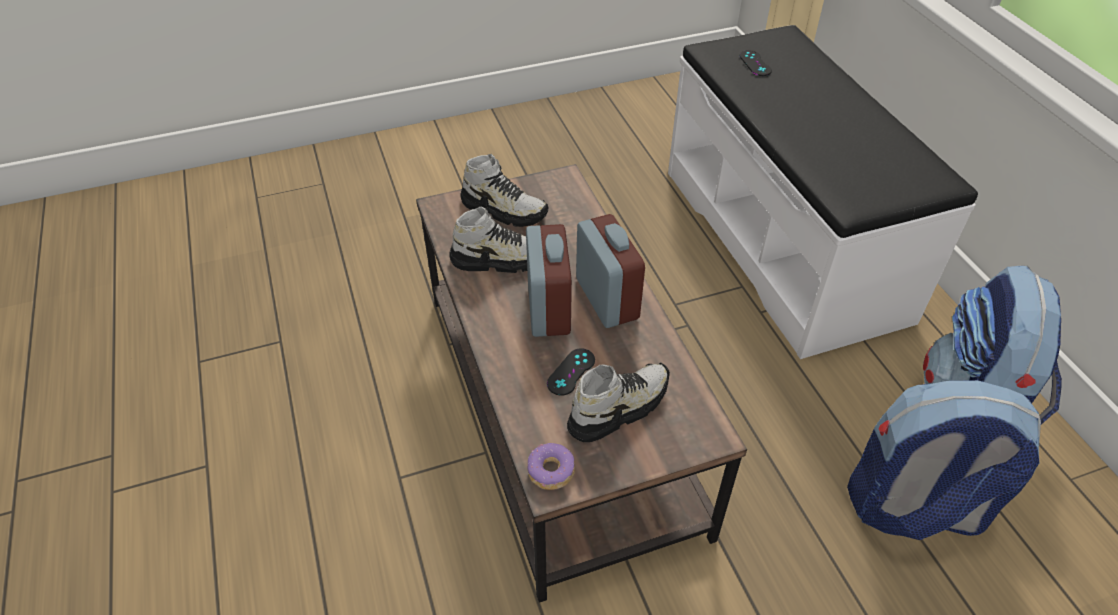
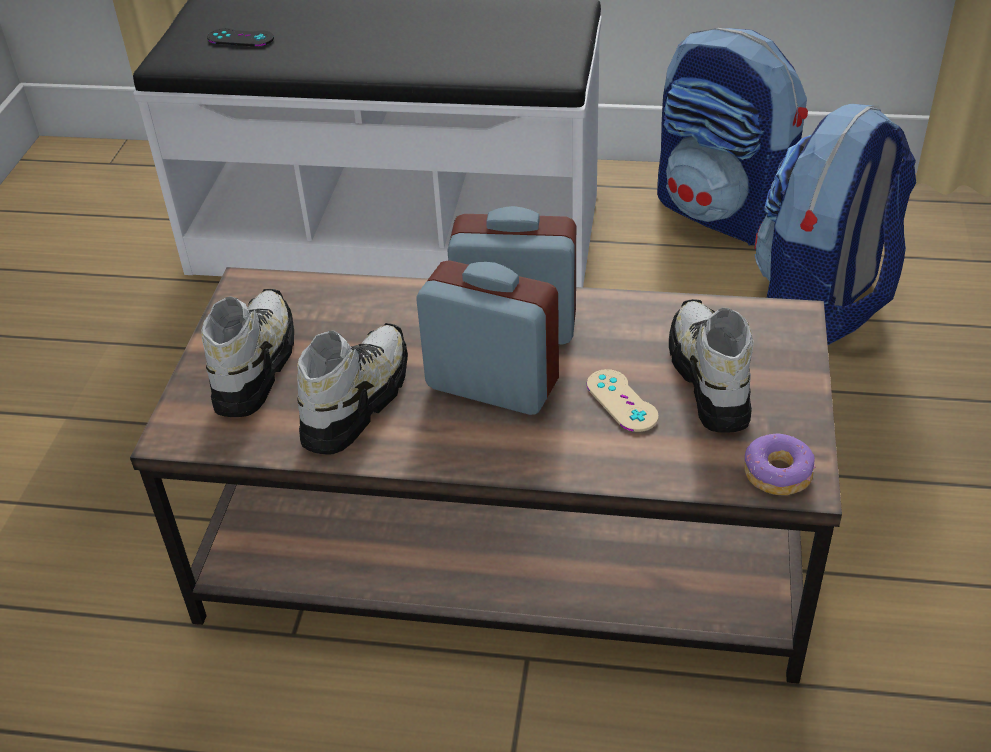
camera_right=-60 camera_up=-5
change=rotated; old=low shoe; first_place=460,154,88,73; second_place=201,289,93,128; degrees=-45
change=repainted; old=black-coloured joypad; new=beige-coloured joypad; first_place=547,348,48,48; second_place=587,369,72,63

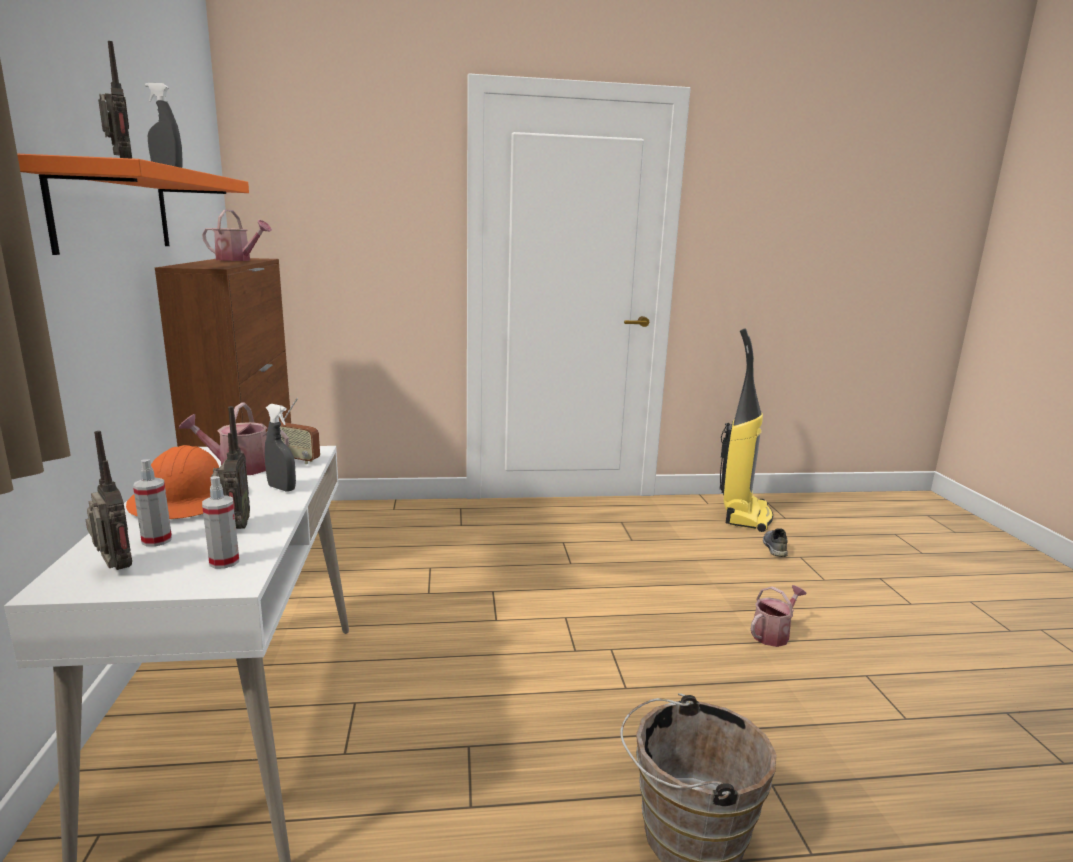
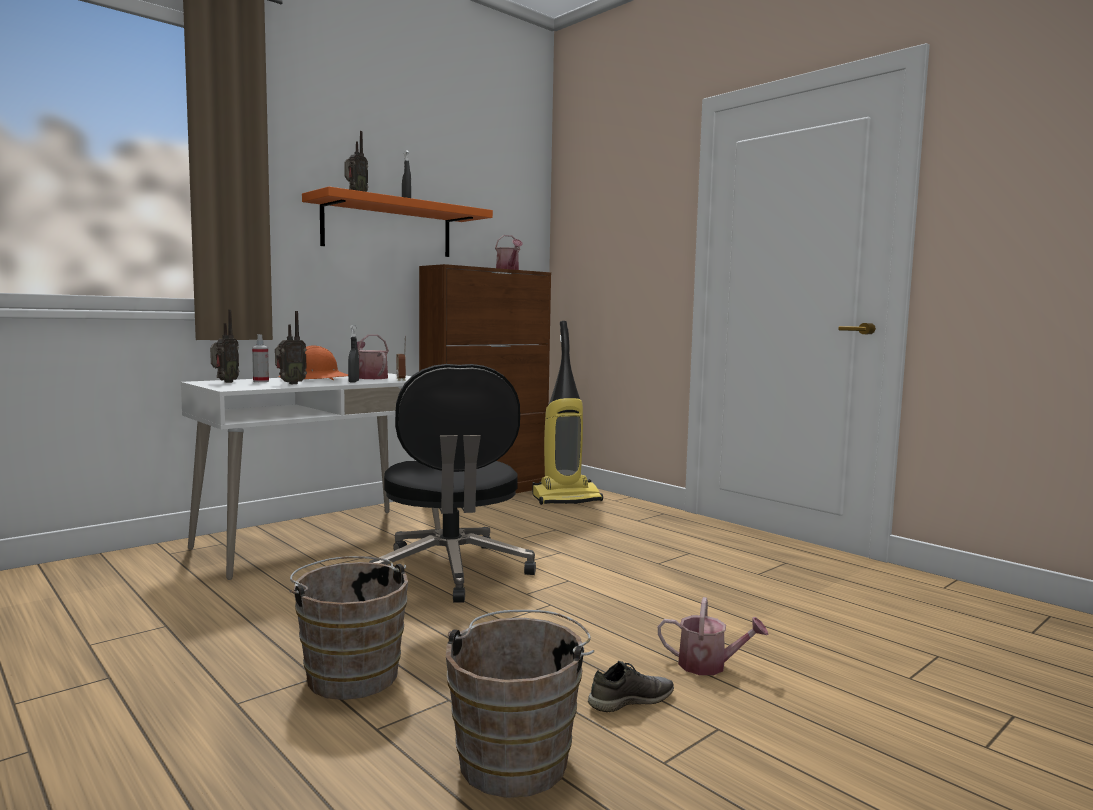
camera_right=55 camera_up=-10
change=gone; old=spray bottle; first_place=202,476,37,93
change=shifted; old=hoover; first_place=719,328,54,204; second_place=532,321,71,184
change=shifted; old=greyish low shoe; first_place=763,528,25,29; second_place=588,661,86,51
change=new; new=black-coloured desk chair; second_place=369,364,167,239
change=new; new=brown pail; second_place=446,610,148,188

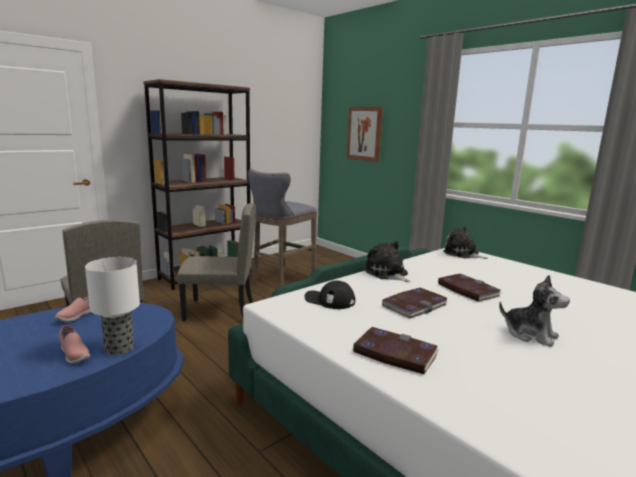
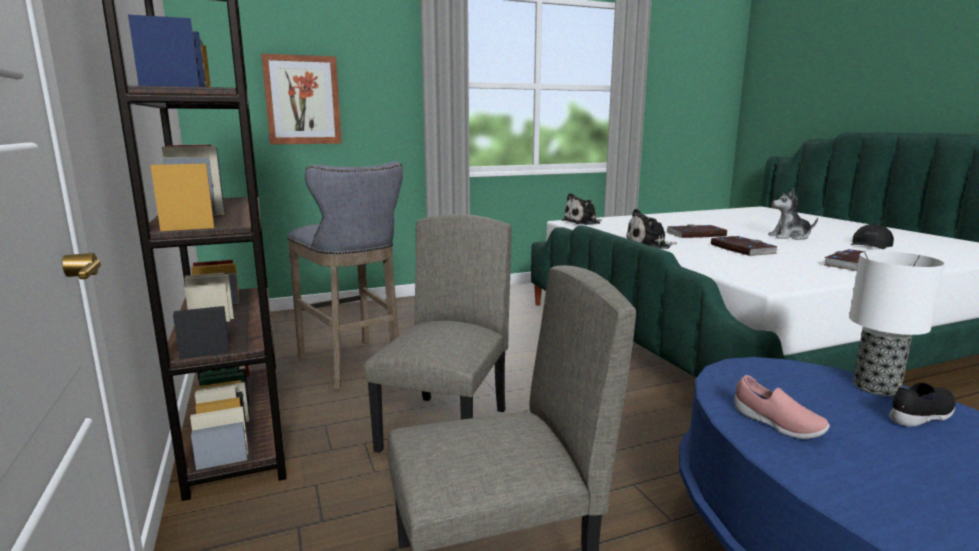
camera_right=-70 camera_up=0
change=repainted; old=pink-coloured low shoe; new=black-coloured low shoe; first_place=60,325,30,39; second_place=889,383,66,44
change=shifted; old=black-coloured cap; first_place=304,281,51,28; second_place=851,224,43,25
change=rotated; old=plush toy; first_place=499,275,71,72; second_place=768,188,50,52; degrees=-150

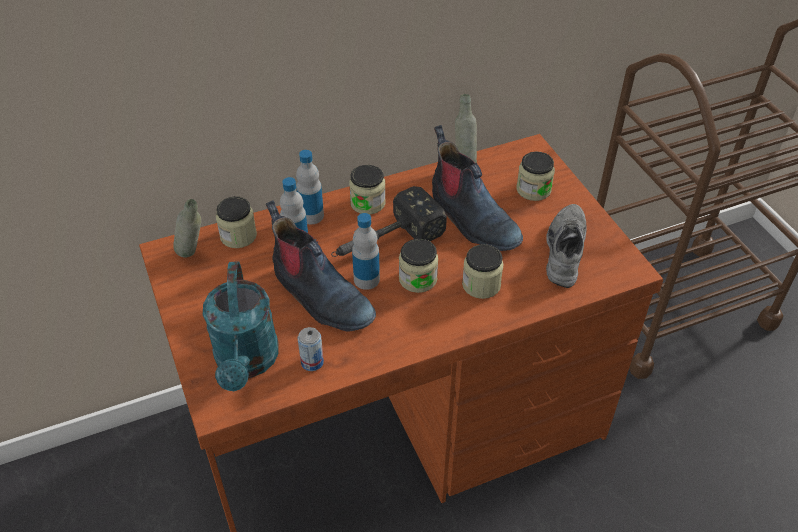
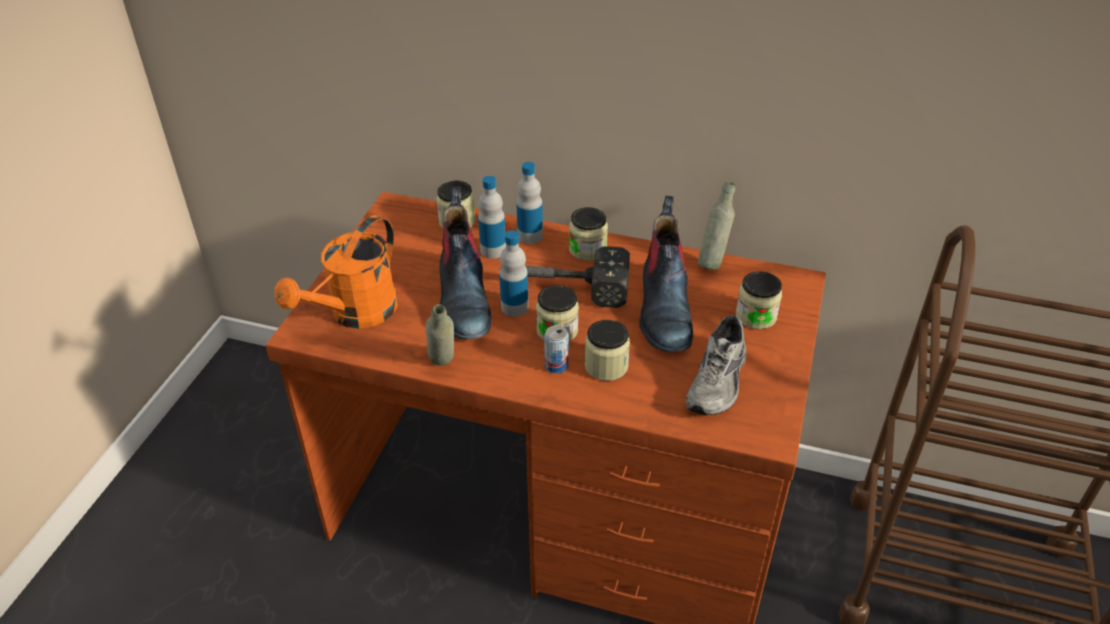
camera_right=40 camera_up=-5
change=shifted; old=greyish drink bottle; first_place=173,199,28,59; second_place=425,304,29,62
change=repainted; old=turquoise watering pot; new=orange watering pot; first_place=203,261,76,130; second_place=275,215,123,114
change=shifted; old=metal can; first_place=298,327,26,44; second_place=544,325,25,49
change=rotated; old=greyish low shoe; first_place=546,204,41,84; second_place=686,315,60,100; degrees=150

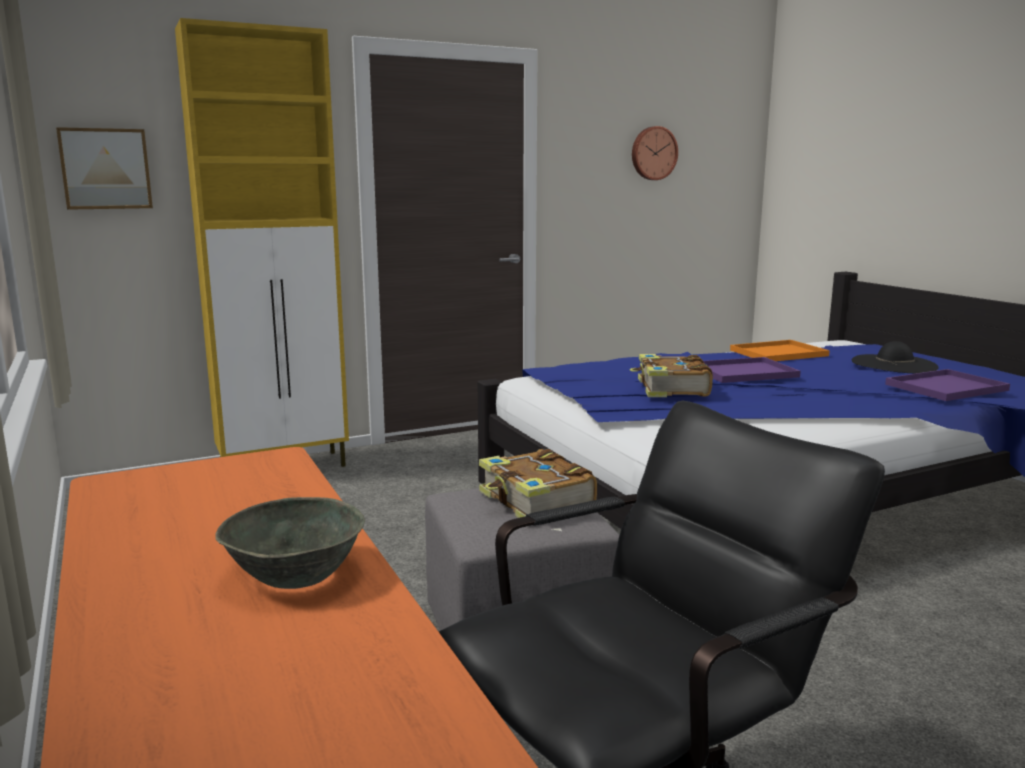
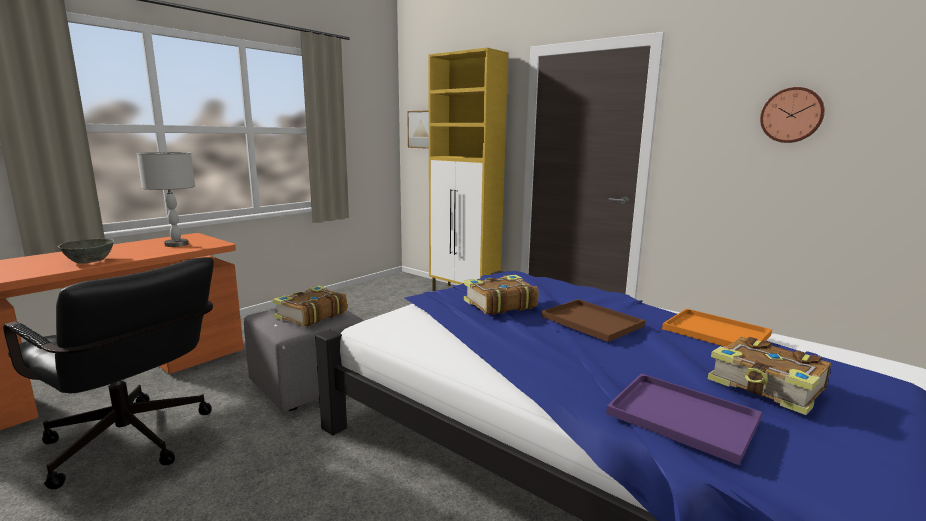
camera_right=65 camera_up=0
change=repainted; old=purple-coloured carrying tray; new=brown carrying tray; first_place=703,357,98,26; second_place=541,299,104,43
change=swapped; old=black-coloured clothing hat; new=bound book; first_place=852,341,87,32; second_place=708,336,123,79
change=new; new=greyish table lamp; second_place=137,152,58,95

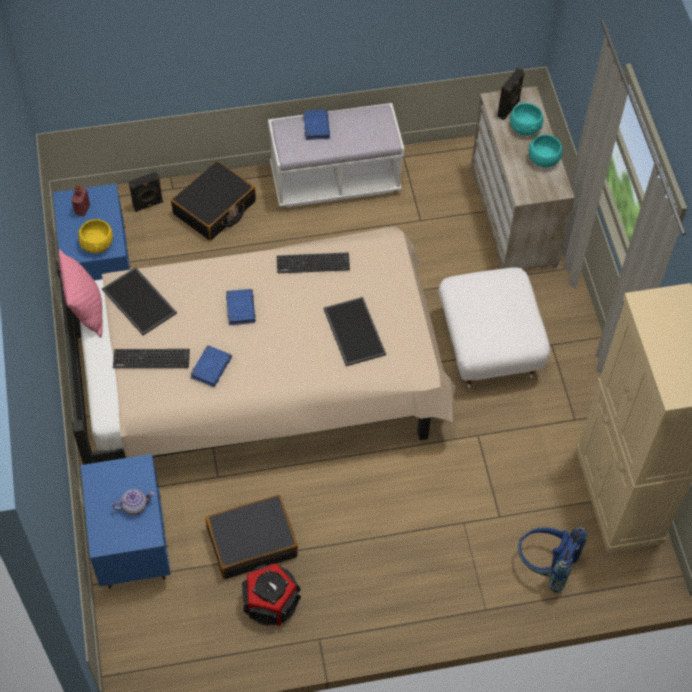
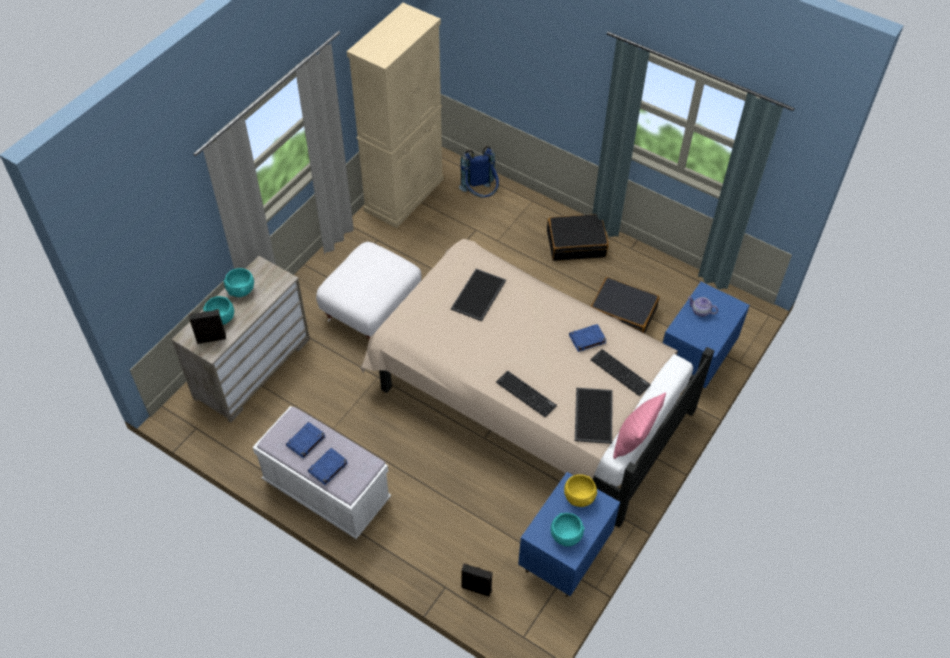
camera_right=-135 camera_up=-5
change=swapped; old=red drink bottle; new=turquoise deep dish; first_place=71,185,19,31; second_place=551,513,34,33
change=shifted; old=black-coloured travel case; first_place=171,161,85,79; second_place=547,214,62,47
change=shifted; old=bluish bound book; first_place=226,289,30,36; second_place=286,422,39,36
change=gone; old=audio speaker; first_place=242,563,59,63
change=shifted; old=keyboard; first_place=277,253,73,20; second_place=496,371,61,47

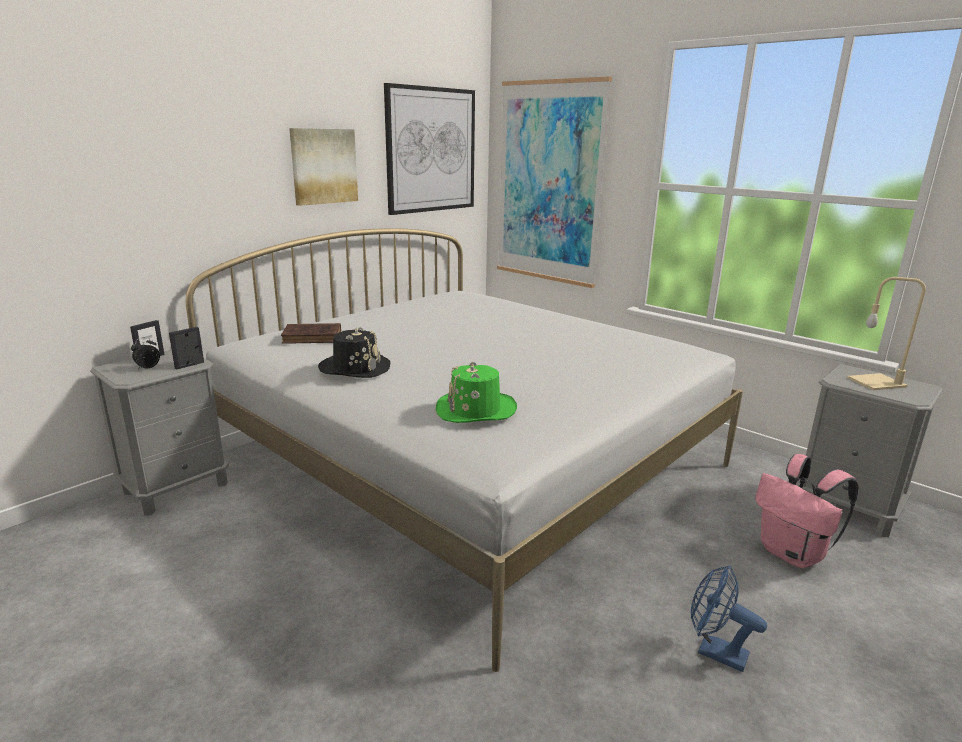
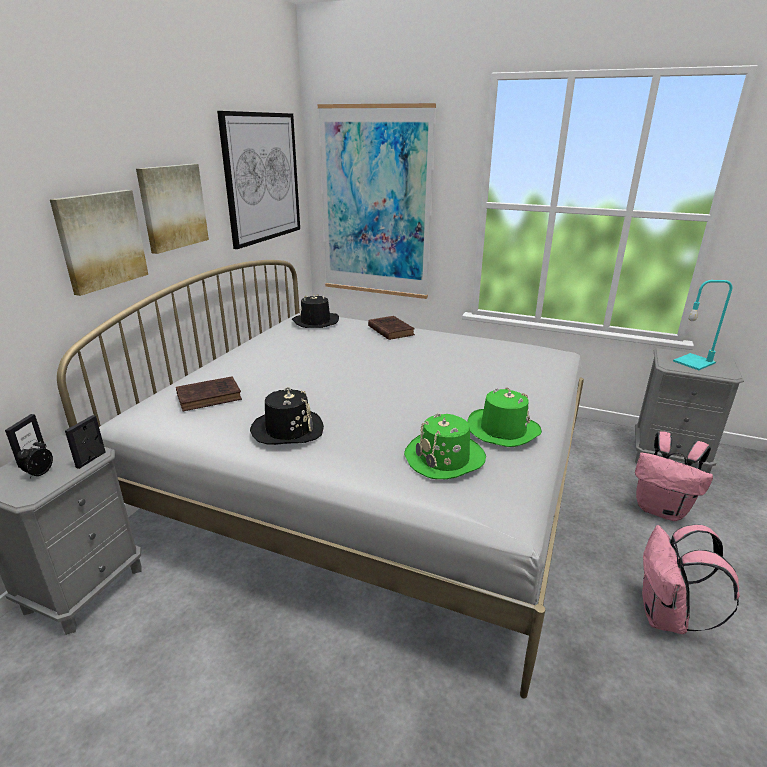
camera_right=-20 camera_up=5
change=swapped; old=bluish electric fan; new=pink-coloured knapsack; first_place=691,565,76,107; second_place=642,525,98,109
change=repainted; old=beige-coloured table lamp; new=turquoise table lamp; first_place=847,277,79,113; second_place=673,280,59,90
change=new; new=picture; second_place=50,190,98,106
change=new; new=black-coloured clothing hat; second_place=292,294,47,34
change=new; new=brown bound book; second_place=368,316,47,24
change=new; new=greenish clothing hat; second_place=468,387,74,60

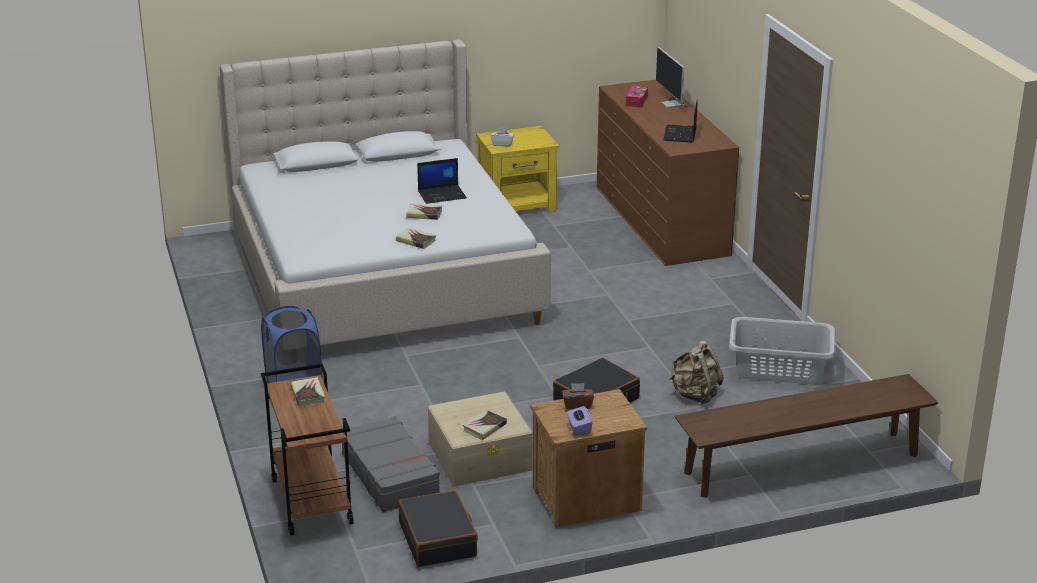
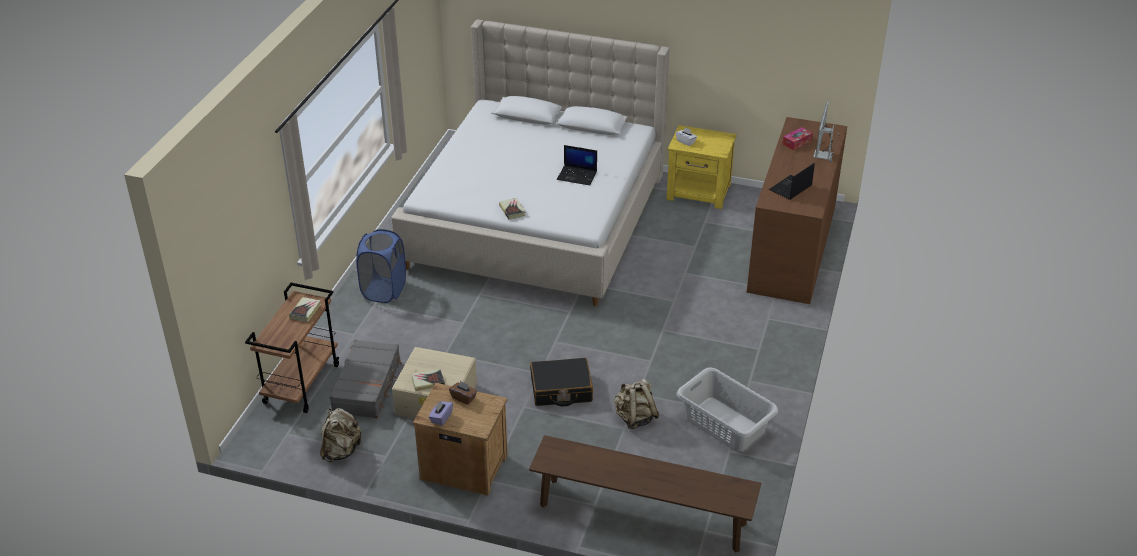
camera_right=35 camera_up=10
change=swapped; old=black-coloured travel case; new=beige-coloured knapsack; first_place=398,490,80,77; second_place=320,408,42,54
change=gone; old=bound book; first_place=406,203,36,17

